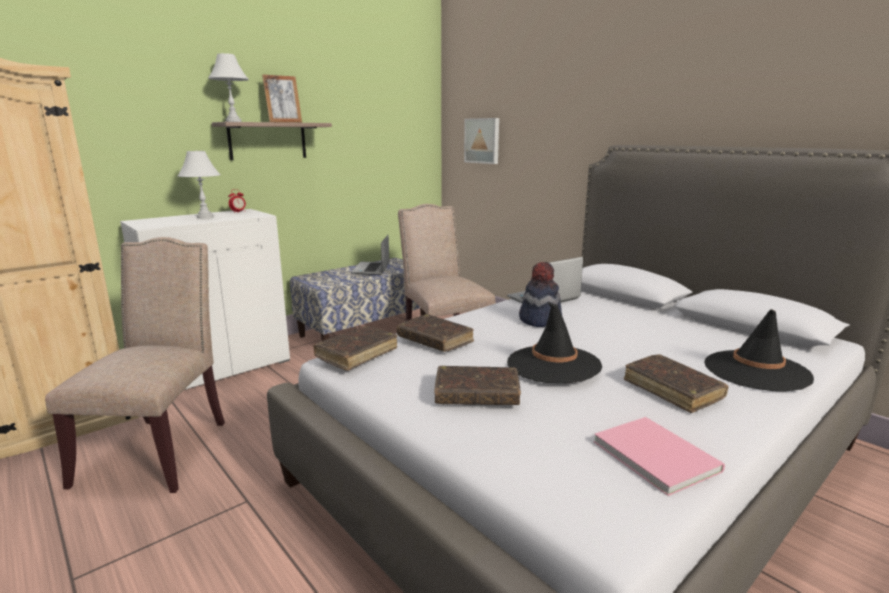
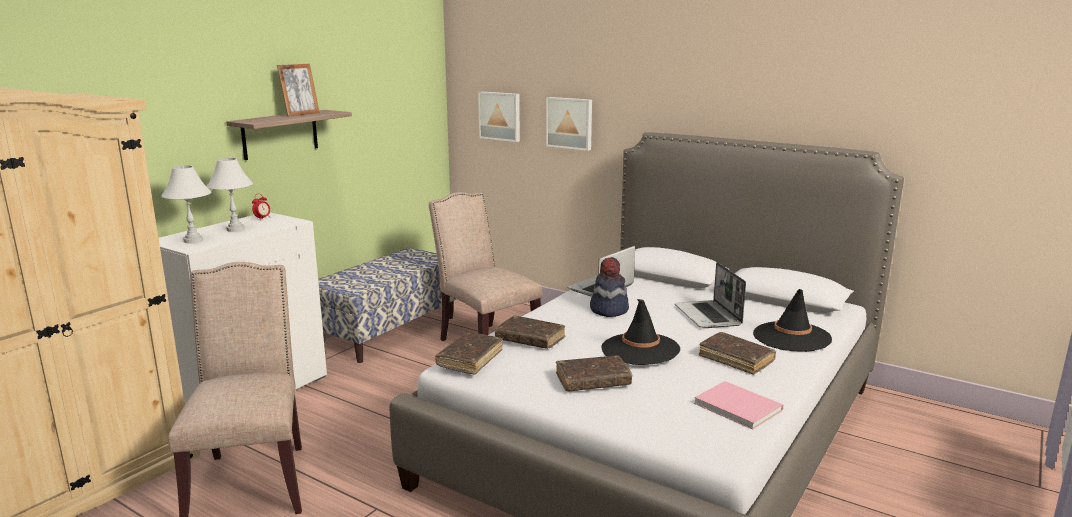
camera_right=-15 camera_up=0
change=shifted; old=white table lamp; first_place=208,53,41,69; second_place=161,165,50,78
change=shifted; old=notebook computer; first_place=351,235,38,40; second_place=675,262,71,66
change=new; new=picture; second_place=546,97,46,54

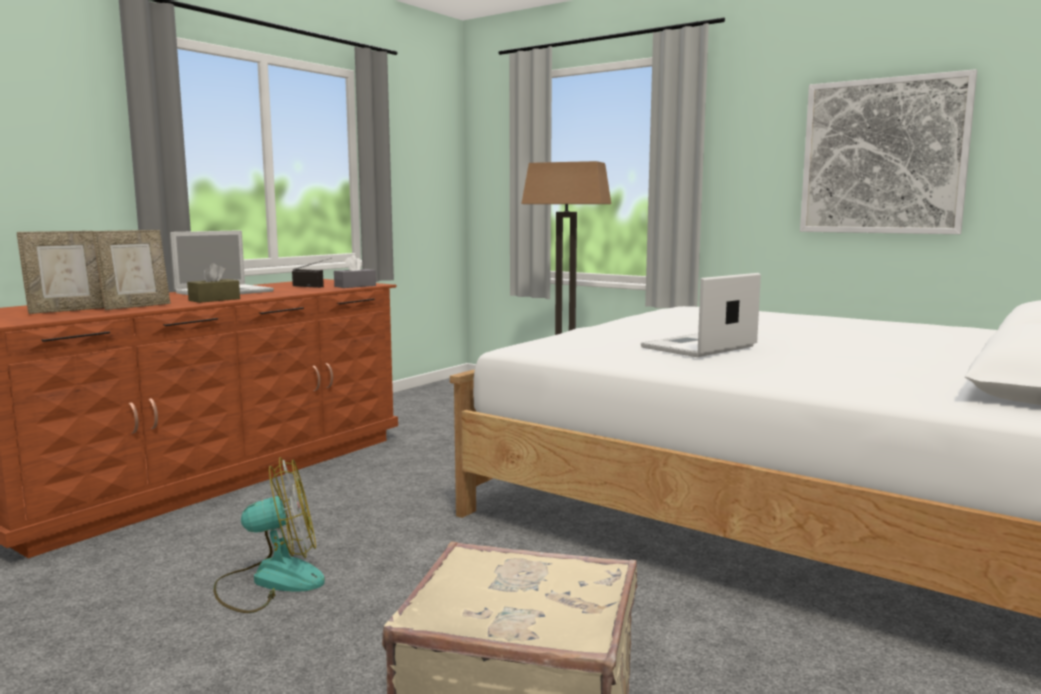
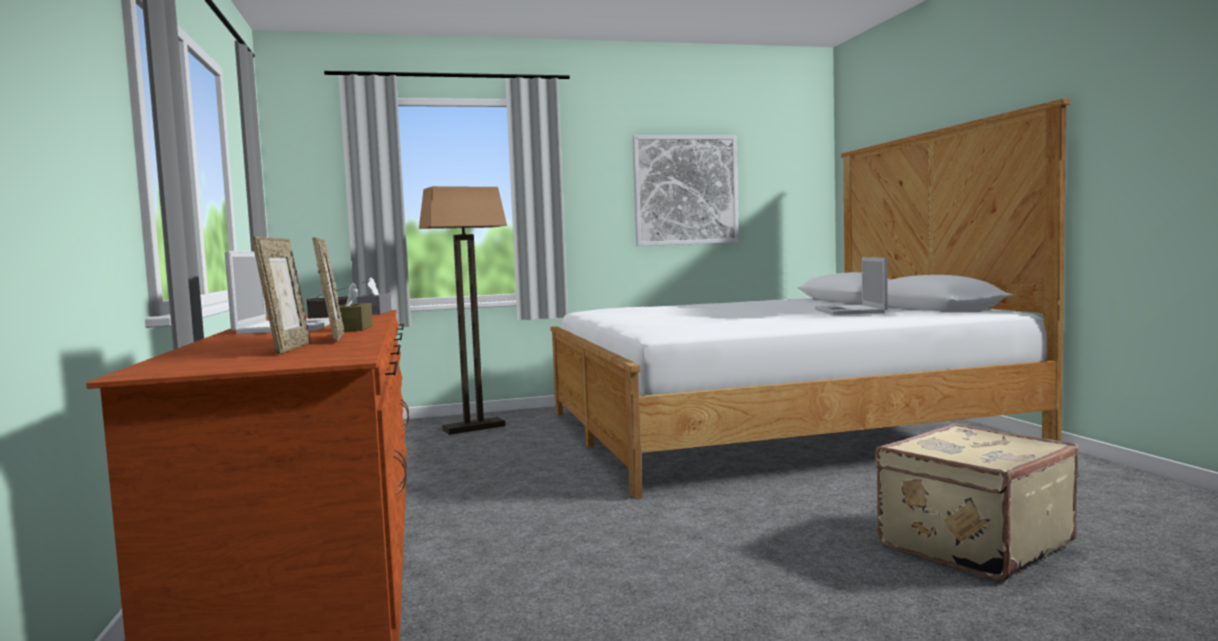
camera_right=-50 camera_up=-5
change=gone; old=electric fan; first_place=213,457,112,156
change=shifted; old=notebook computer; first_place=641,273,120,84; second_place=815,257,73,58

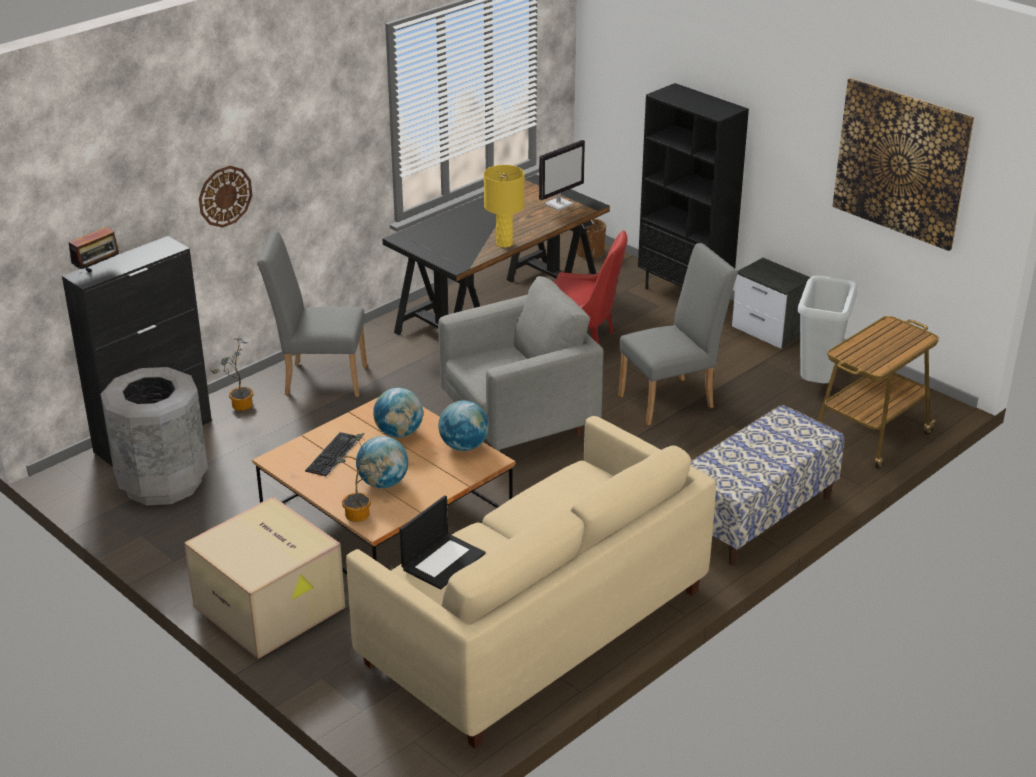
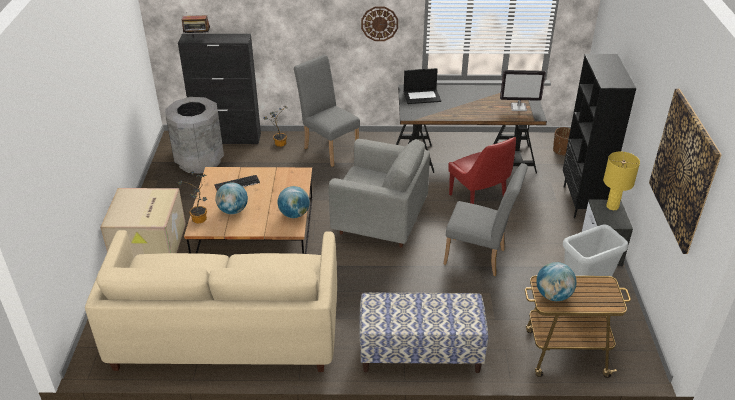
camera_right=45 camera_up=5
change=shifted; old=clock on the wall; first_place=199,165,53,63; second_place=361,7,37,34
change=shifted; old=globe; first_place=373,388,50,50; second_place=536,262,41,39
change=shifted; old=notebook computer; first_place=400,495,85,95; second_place=404,68,37,36
change=shifted; old=yellow table lamp; first_place=484,165,41,82; second_place=603,151,37,59

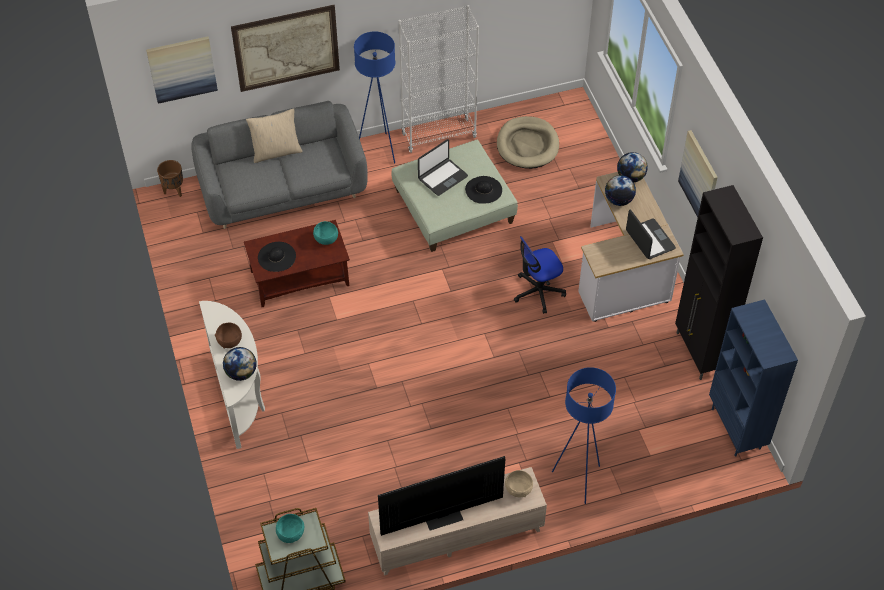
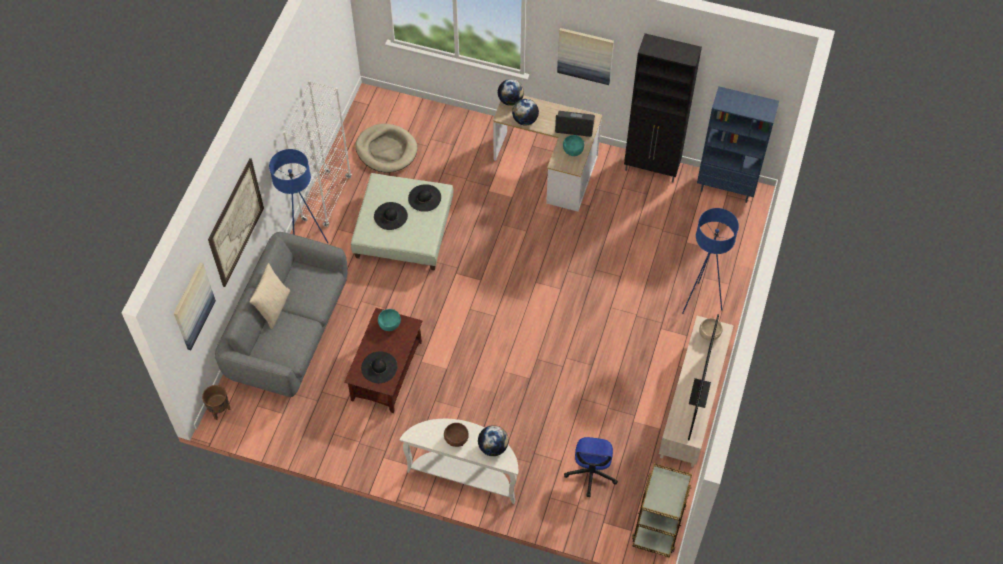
camera_right=-55 camera_up=5
change=shifted; old=turquoise deep dish; first_place=276,514,28,29; second_place=563,135,21,21
change=swapped; old=notebook computer; new=black-coloured clothing hat; first_place=418,139,50,57; second_place=374,202,34,28
change=shifted; old=desk chair; first_place=514,236,52,78; second_place=564,437,54,60

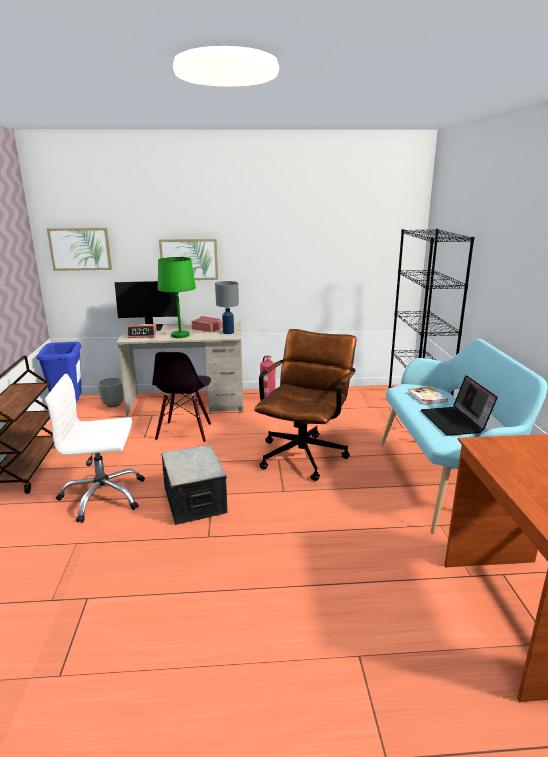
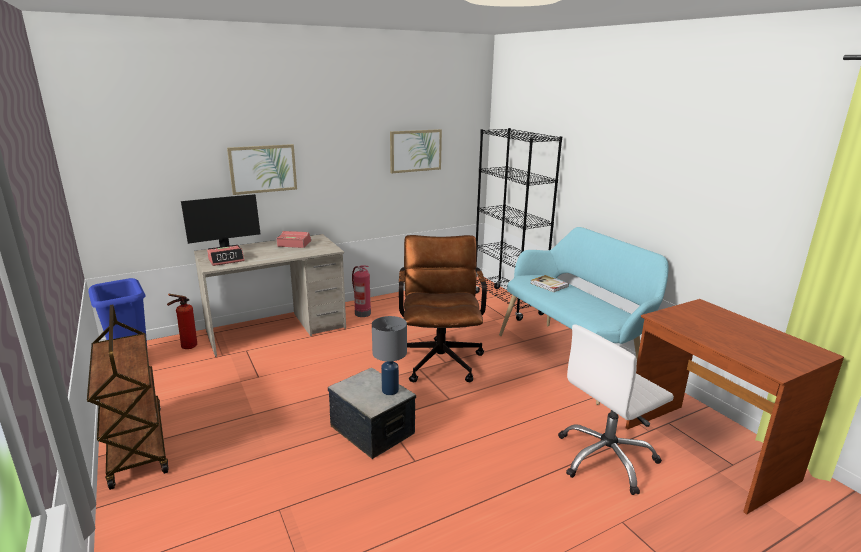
camera_right=-25 camera_up=0
change=shifted; old=white desk chair; first_place=45,374,100,149; second_place=558,324,116,171
change=shifted; old=picture; first_place=47,228,65,43; second_place=390,129,52,44
change=swapped; old=plant pot; new=fire extinguisher; first_place=98,377,26,30; second_place=167,294,30,55
change=gone; old=black-coloured upright chair; first_place=152,352,59,91
change=gone; old=greenish table lamp; first_place=158,257,38,81
change=shifted; old=greyish table lamp; first_place=215,281,24,53; second_place=372,316,35,79
change=gone; old=notebook computer; first_place=421,375,77,61

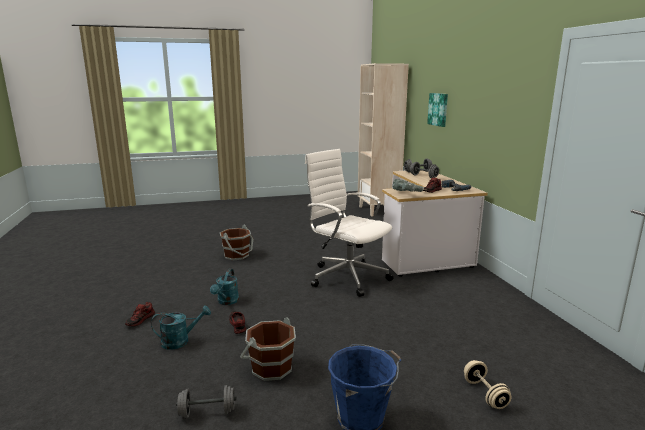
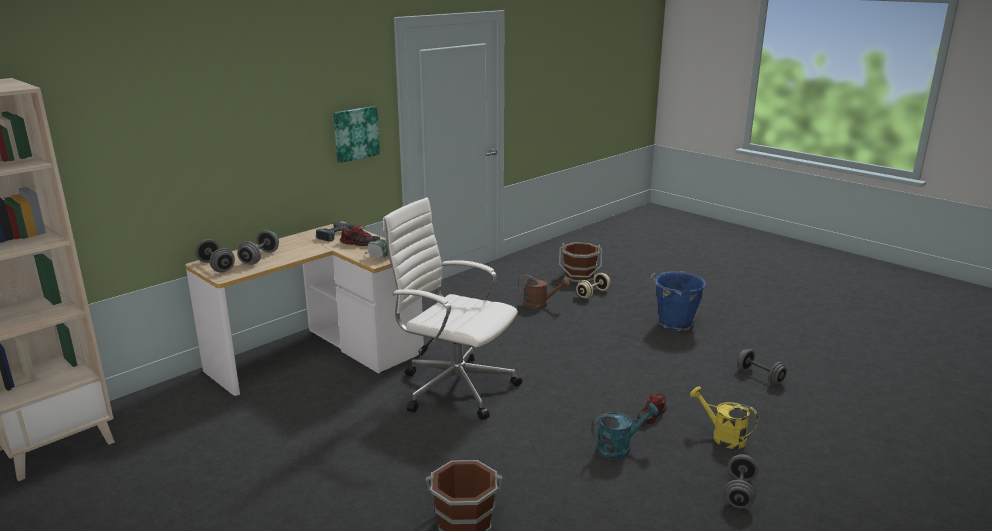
camera_right=-120 camera_up=5
change=swapped; old=low shoe; new=greyish hand weight; first_place=125,302,30,24; second_place=724,454,34,54
change=repainted; old=turquoise watering pot; new=yellow watering pot; first_place=151,305,60,45; second_place=690,386,69,63
change=shifted; old=brown pail; first_place=240,317,56,64; second_place=559,242,43,40
change=rotated; old=white desk chair; first_place=305,149,88,148; second_place=383,197,139,223; degrees=105
change=shifted; old=picture; first_place=427,93,21,34; second_place=333,106,47,57
change=new; new=brown watering pot; second_place=518,275,52,34

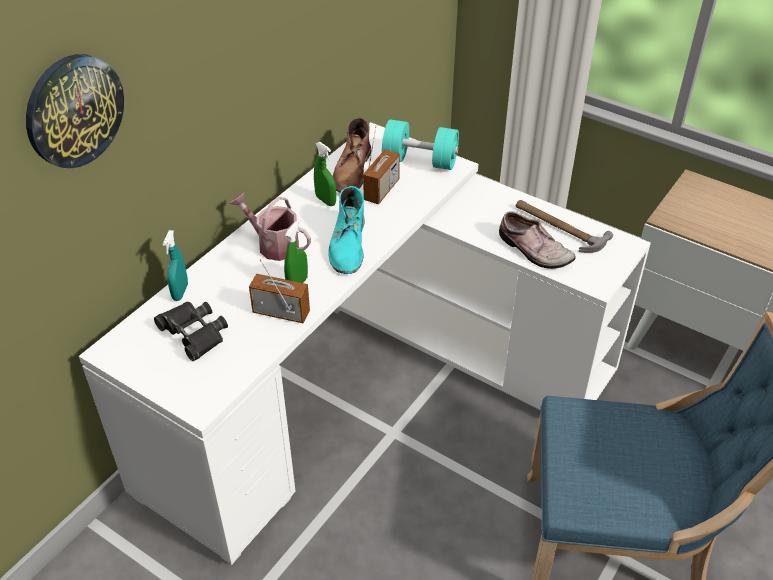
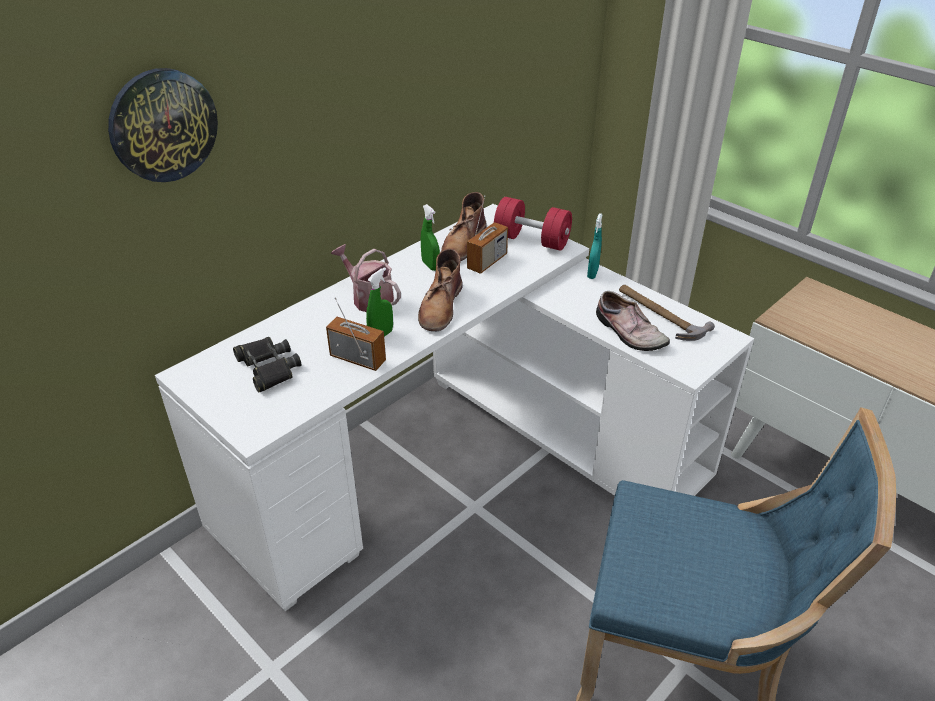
camera_right=10 camera_up=-5
change=shifted; old=turquoise spray bottle; first_place=163,230,25,71; second_place=587,213,16,66
change=repainted; old=turquoise tall boot; new=brown tall boot; first_place=328,186,37,88; second_place=418,249,45,82
change=repainted; old=turquoise hand weight; new=red hand weight; first_place=382,119,77,51; second_place=494,197,78,54

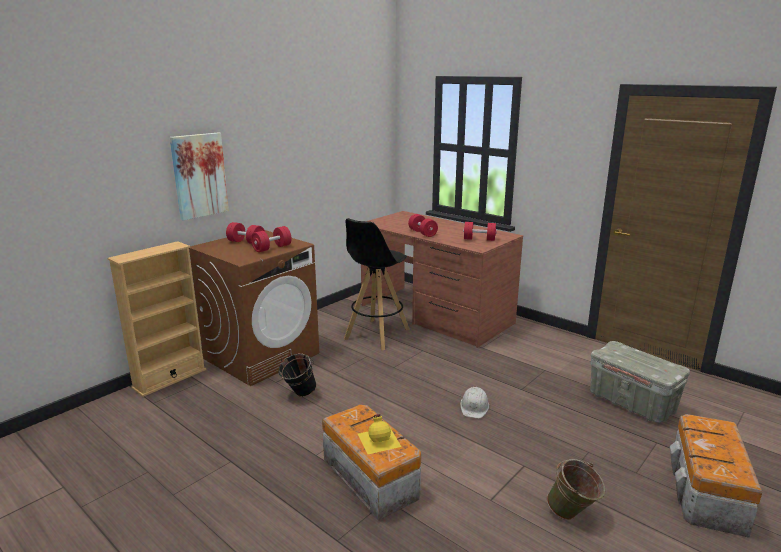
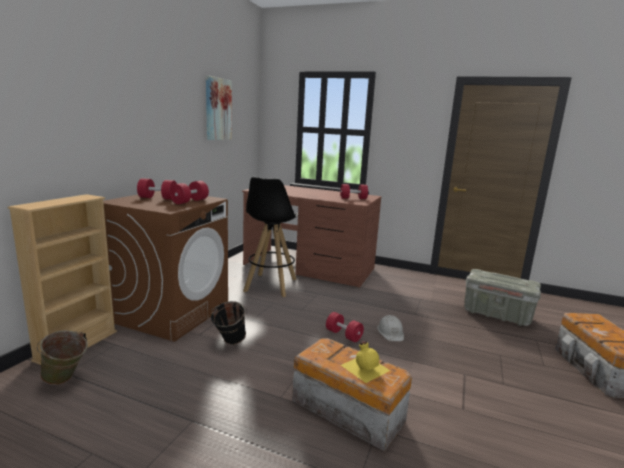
camera_right=-20 camera_up=-5
change=shifted; old=picture; first_place=169,132,60,88; second_place=206,75,26,65
change=shifted; old=red hand weight; first_place=408,214,30,23; second_place=326,312,38,30
change=shifted; old=greenish pail; first_place=547,459,58,61; second_place=37,330,51,55

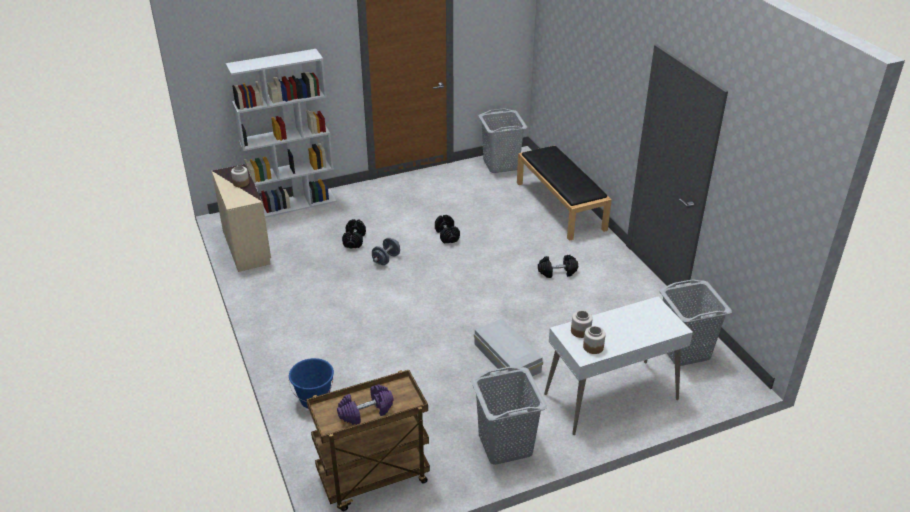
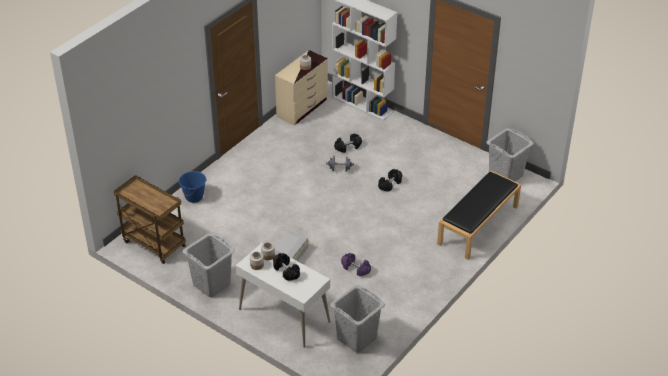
camera_right=60 camera_up=5
change=shifted; old=purple-coloured hand weight; first_place=337,384,57,41; second_place=341,253,30,24
change=shifted; old=black-coloured hand weight; first_place=538,255,40,23; second_place=273,253,27,28

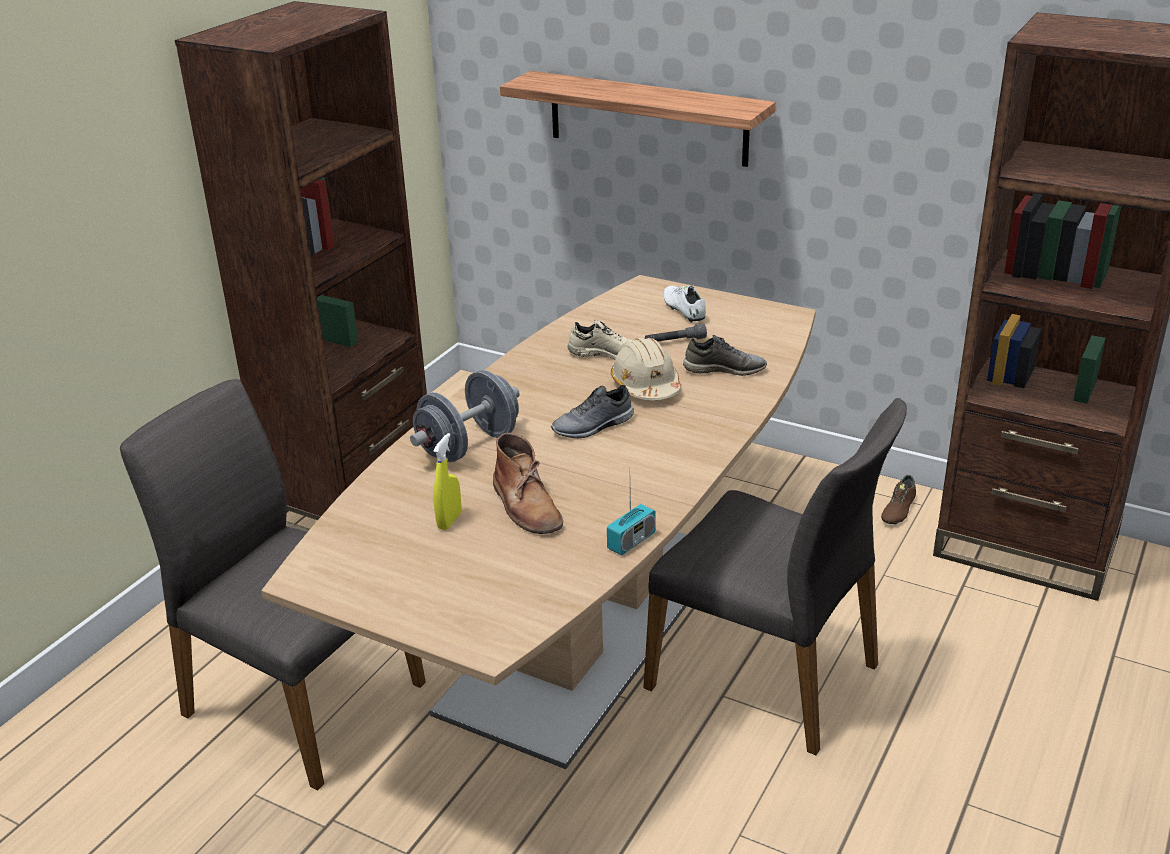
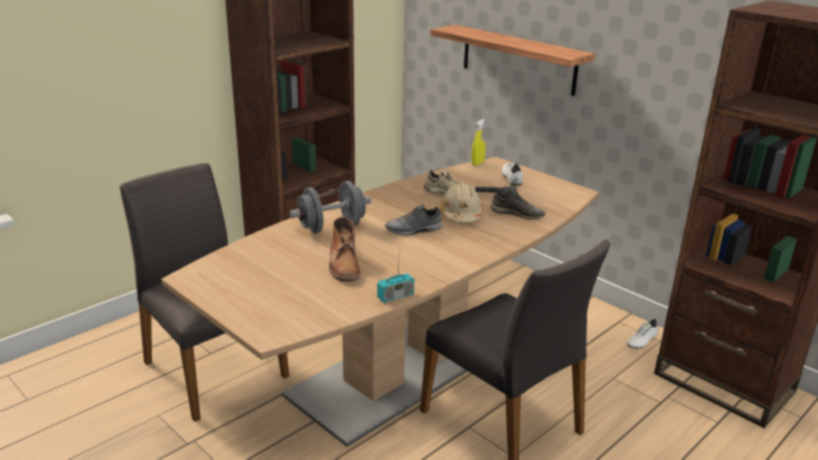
camera_right=15 camera_up=-5
change=shifted; old=yellow spray bottle; first_place=433,433,28,97; second_place=471,119,15,47
change=repainted; old=brown low shoe; new=white low shoe; first_place=881,474,35,51; second_place=627,319,32,30

